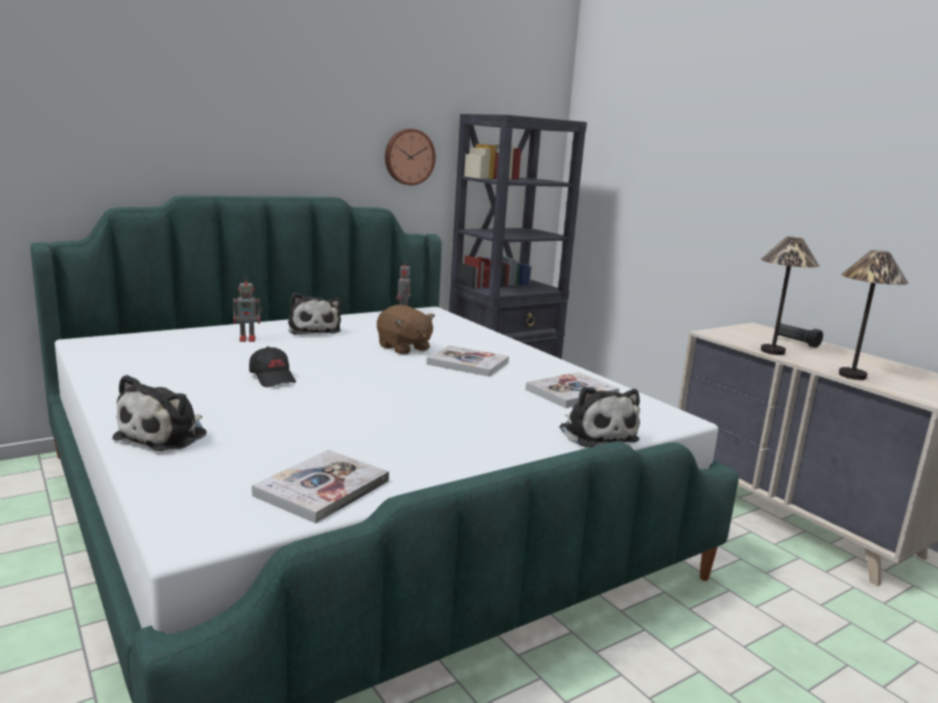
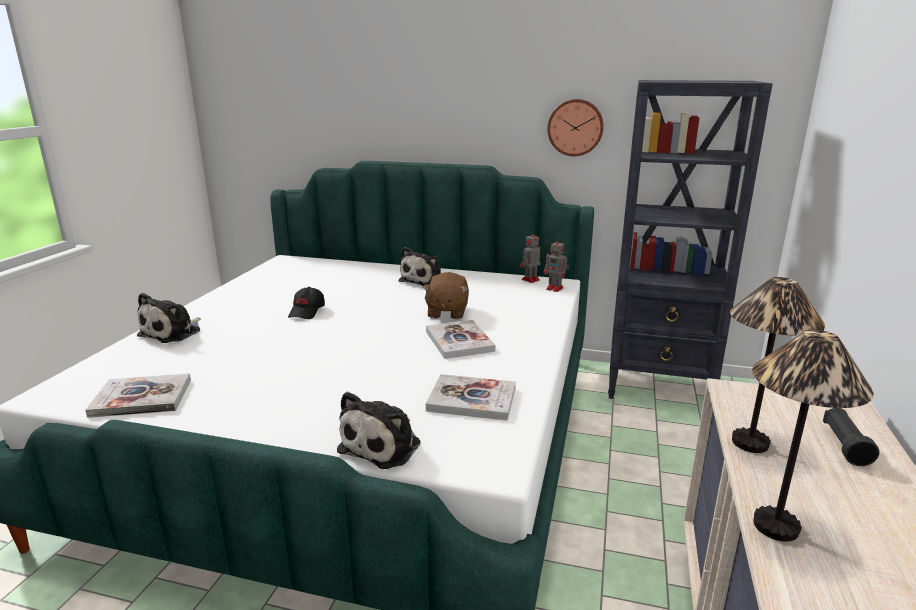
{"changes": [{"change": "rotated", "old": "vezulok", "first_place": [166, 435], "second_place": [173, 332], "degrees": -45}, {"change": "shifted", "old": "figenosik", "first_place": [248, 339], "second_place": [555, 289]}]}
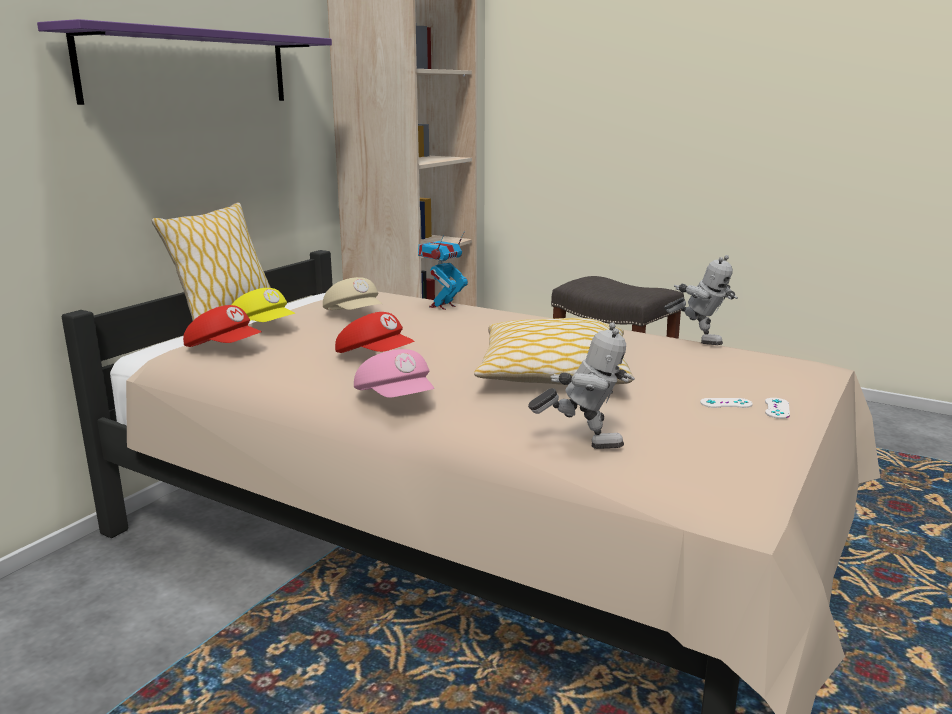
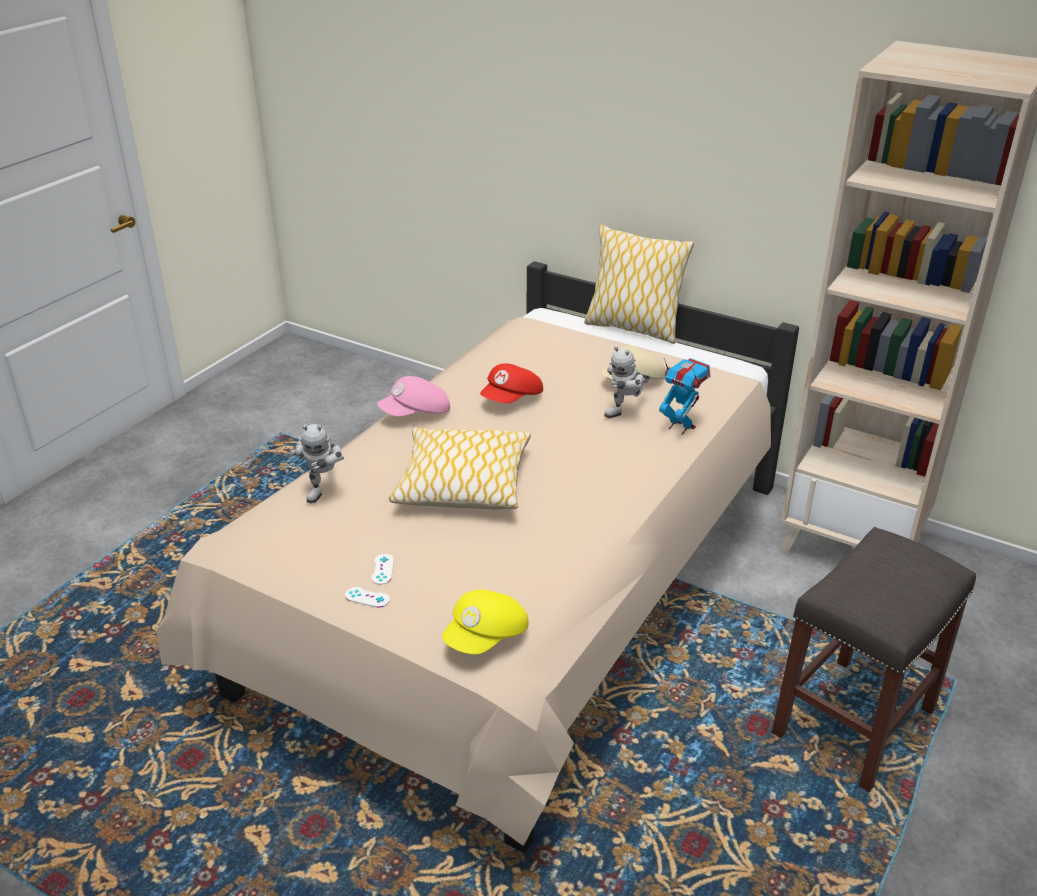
{"changes": [{"change": "shifted", "old": "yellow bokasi", "first_place": [263, 328], "second_place": [487, 637]}, {"change": "shifted", "old": "figenosik", "first_place": [698, 340], "second_place": [626, 412]}, {"change": "gone", "old": "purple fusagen", "first_place": [189, 67]}, {"change": "gone", "old": "red bokasi", "first_place": [224, 348]}]}
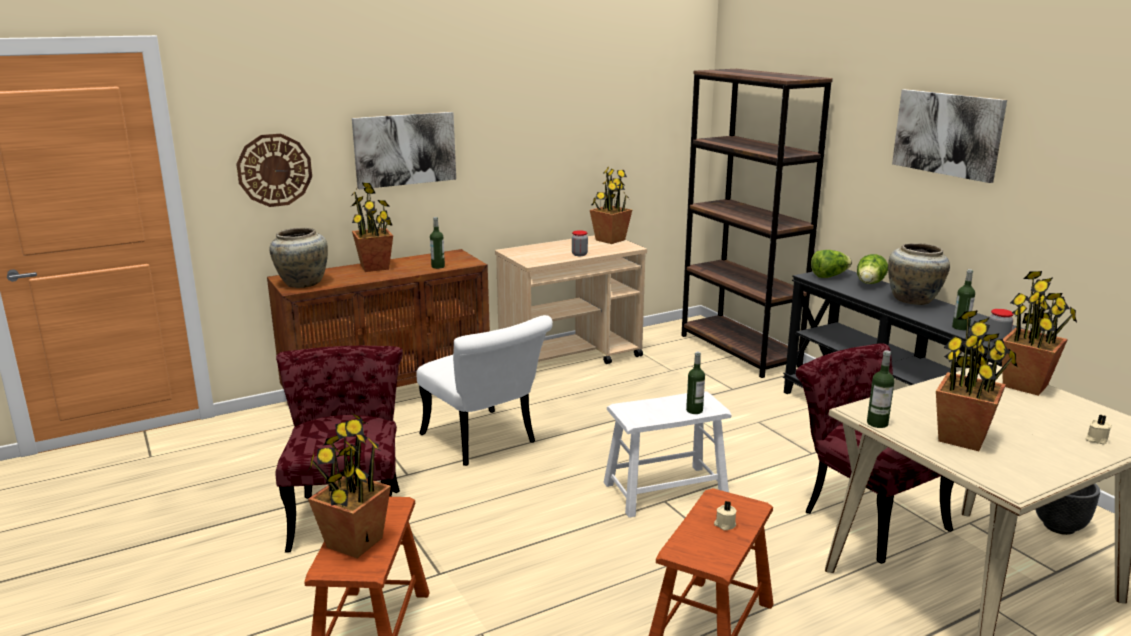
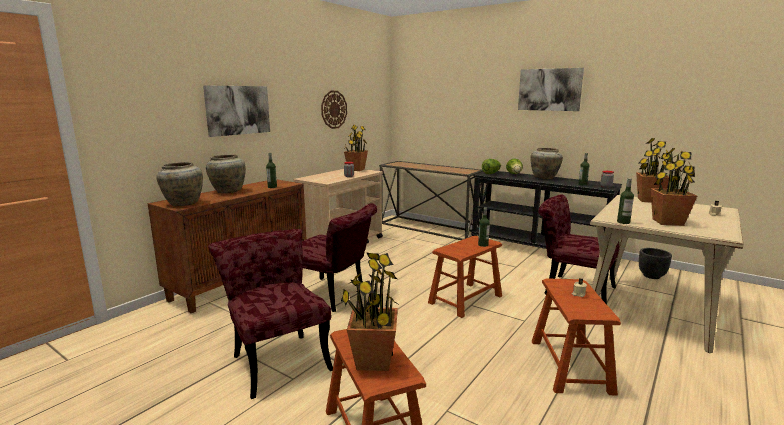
{"changes": [{"change": "swapped", "old": "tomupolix", "new": "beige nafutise", "first_place": [375, 267], "second_place": [228, 191]}, {"change": "repainted", "old": "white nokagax", "new": "red nokagax", "first_place": [485, 442], "second_place": [334, 296]}, {"change": "shifted", "old": "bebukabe", "first_place": [274, 170], "second_place": [333, 109]}, {"change": "swapped", "old": "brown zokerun", "new": "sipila", "first_place": [739, 351], "second_place": [429, 228]}, {"change": "repainted", "old": "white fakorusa", "new": "brown fakorusa", "first_place": [665, 490], "second_place": [465, 299]}]}
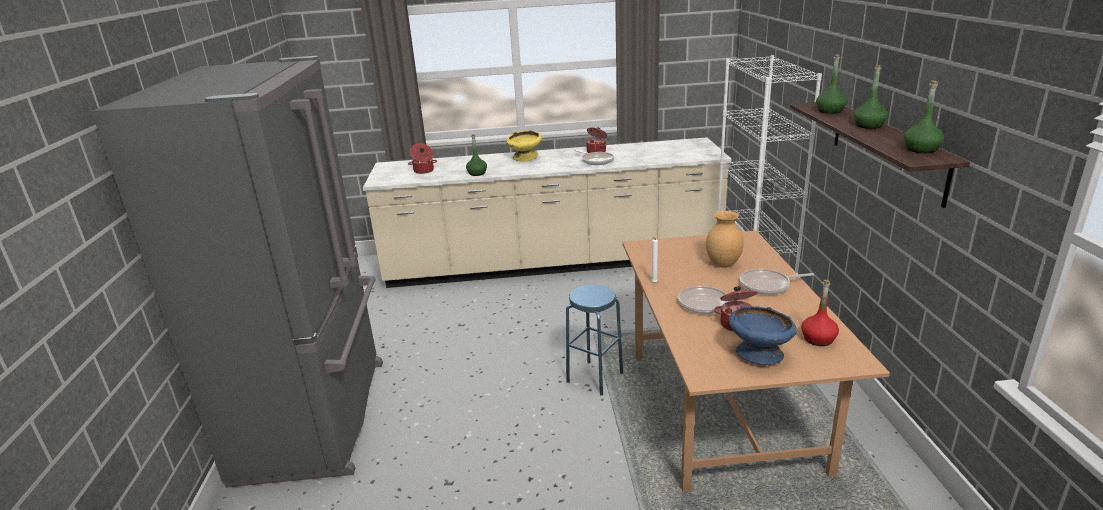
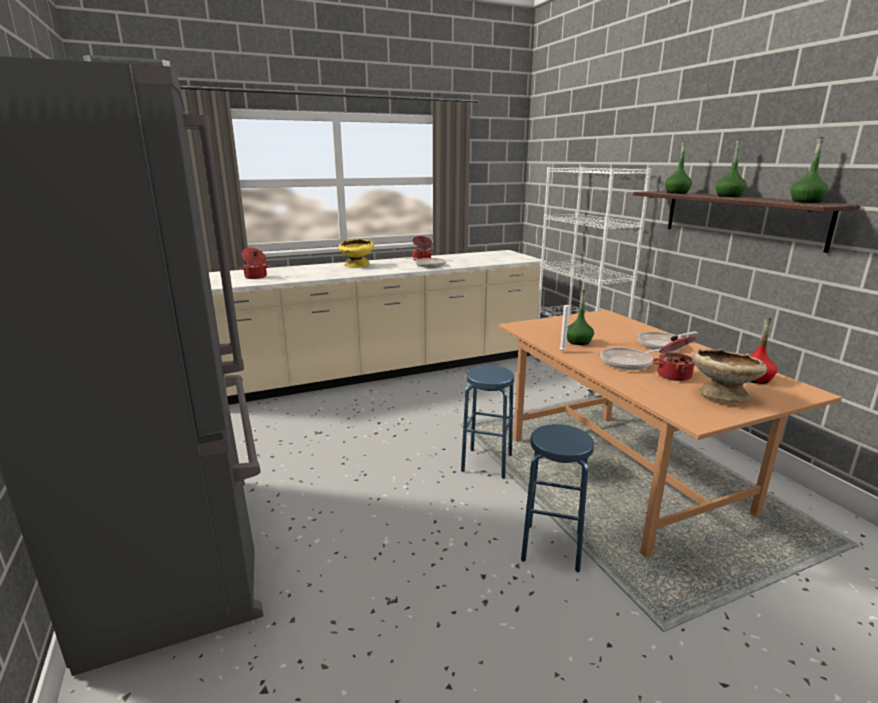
{"changes": [{"change": "new", "new": "blue fakorusa", "second_place": [551, 547]}, {"change": "shifted", "old": "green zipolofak", "first_place": [477, 173], "second_place": [578, 341]}, {"change": "repainted", "old": "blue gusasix", "new": "beige gusasix", "first_place": [758, 354], "second_place": [721, 395]}, {"change": "gone", "old": "brown nafutise", "first_place": [722, 264]}]}
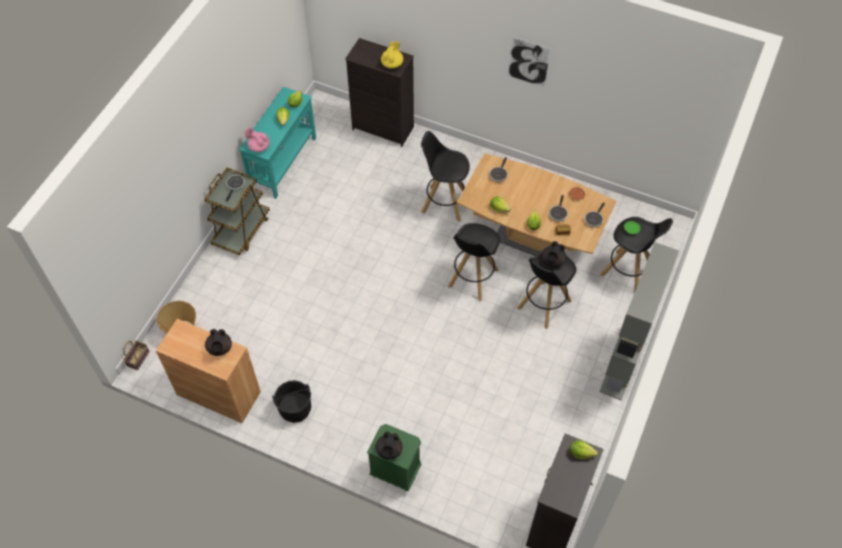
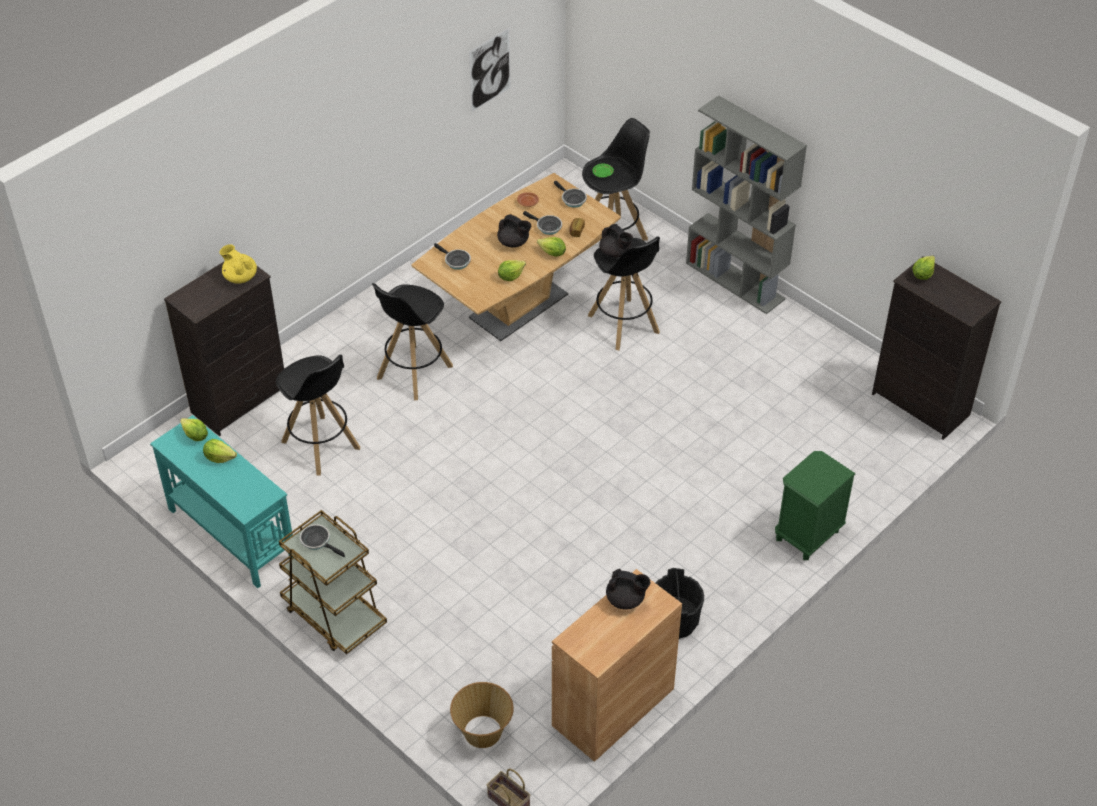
{"changes": [{"change": "shifted", "old": "black fakorusa", "first_place": [472, 278], "second_place": [321, 445]}, {"change": "shifted", "old": "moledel", "first_place": [528, 62], "second_place": [490, 70]}, {"change": "shifted", "old": "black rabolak", "first_place": [389, 450], "second_place": [514, 242]}, {"change": "gone", "old": "pink rabolak", "first_place": [258, 147]}]}
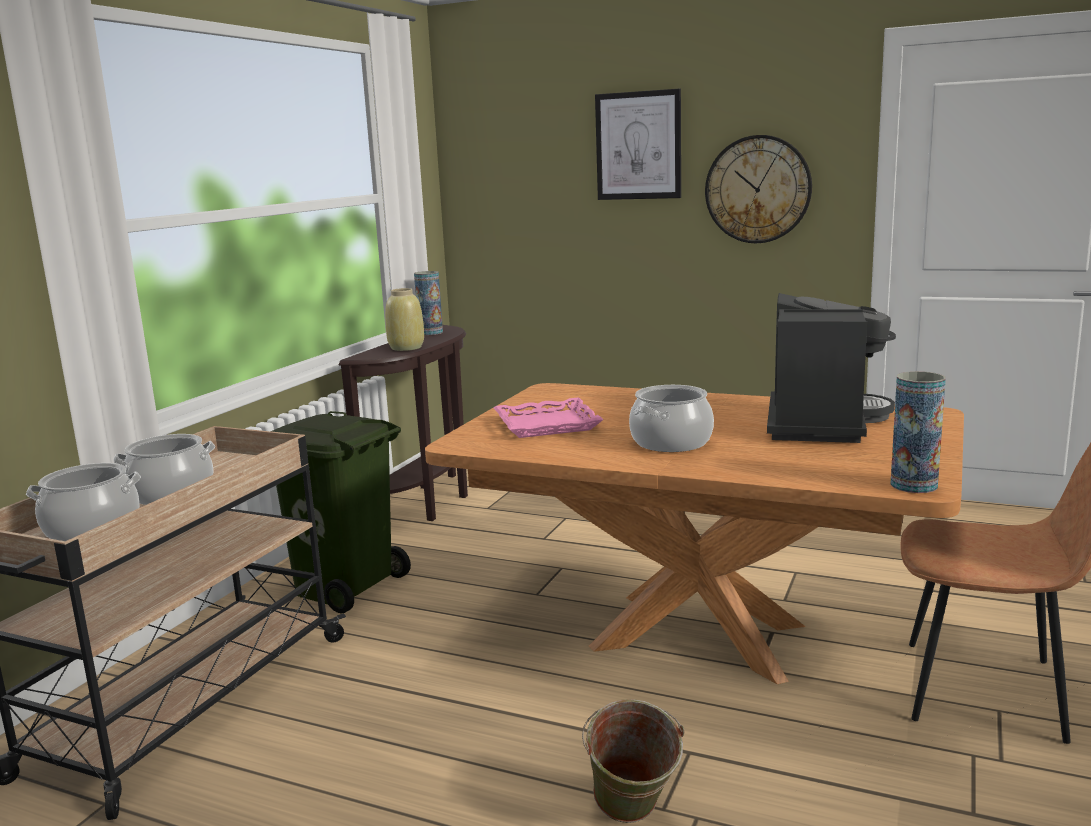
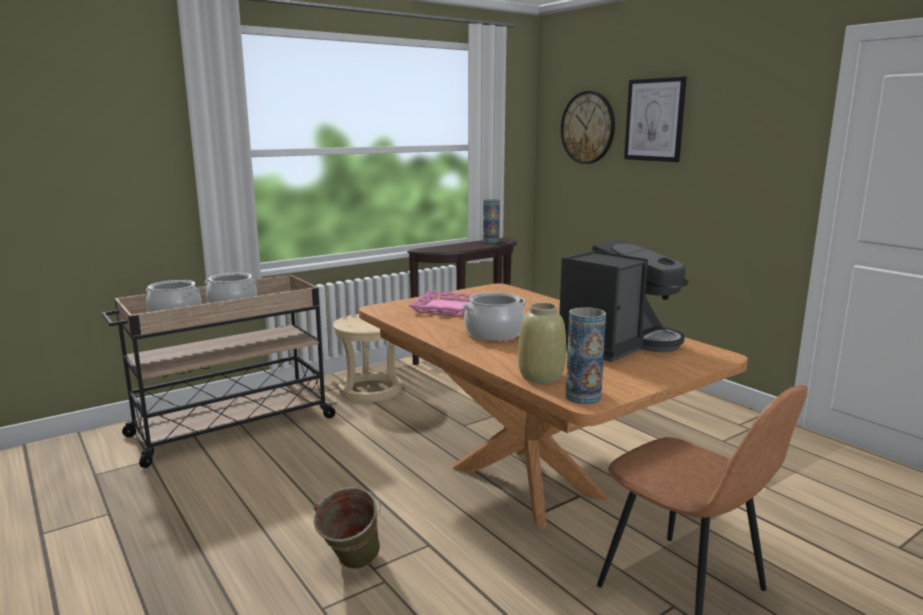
{"changes": [{"change": "swapped", "old": "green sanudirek", "new": "beige fakorusa", "first_place": [345, 586], "second_place": [370, 390]}, {"change": "shifted", "old": "beige nafutise", "first_place": [406, 348], "second_place": [540, 377]}, {"change": "shifted", "old": "bebukabe", "first_place": [758, 189], "second_place": [588, 127]}]}
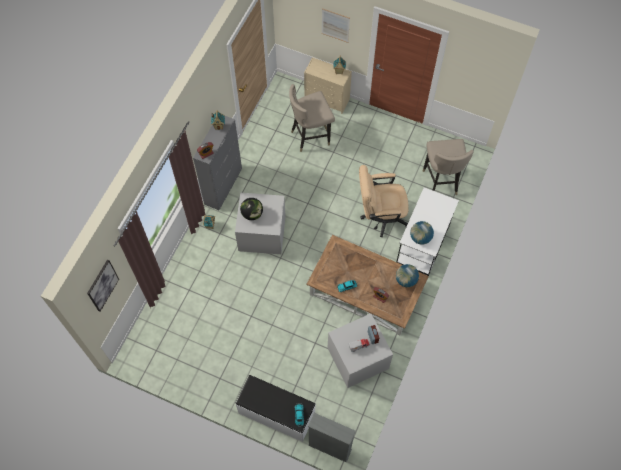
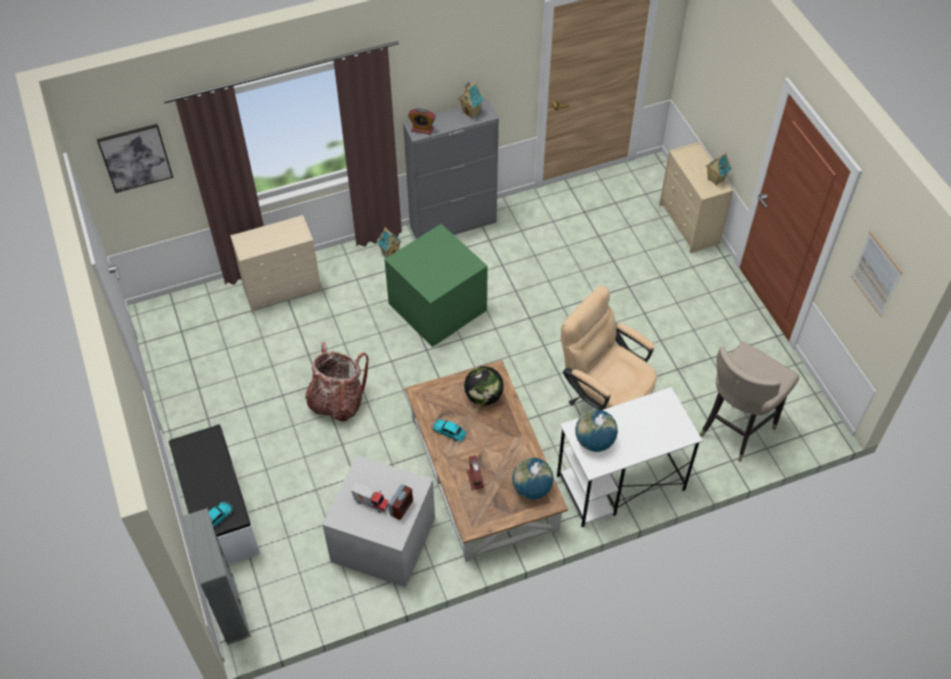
{"changes": [{"change": "new", "new": "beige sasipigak", "second_place": [283, 289]}, {"change": "new", "new": "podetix", "second_place": [337, 401]}, {"change": "repainted", "old": "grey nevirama", "new": "green nevirama", "first_place": [261, 232], "second_place": [437, 305]}, {"change": "shifted", "old": "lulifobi", "first_place": [252, 214], "second_place": [483, 396]}, {"change": "shifted", "old": "moledel", "first_place": [335, 25], "second_place": [876, 274]}, {"change": "gone", "old": "beige fakorusa", "first_place": [310, 136]}]}
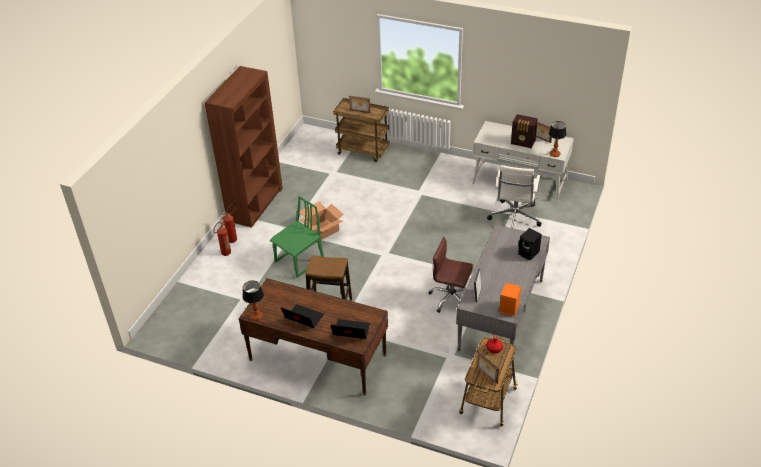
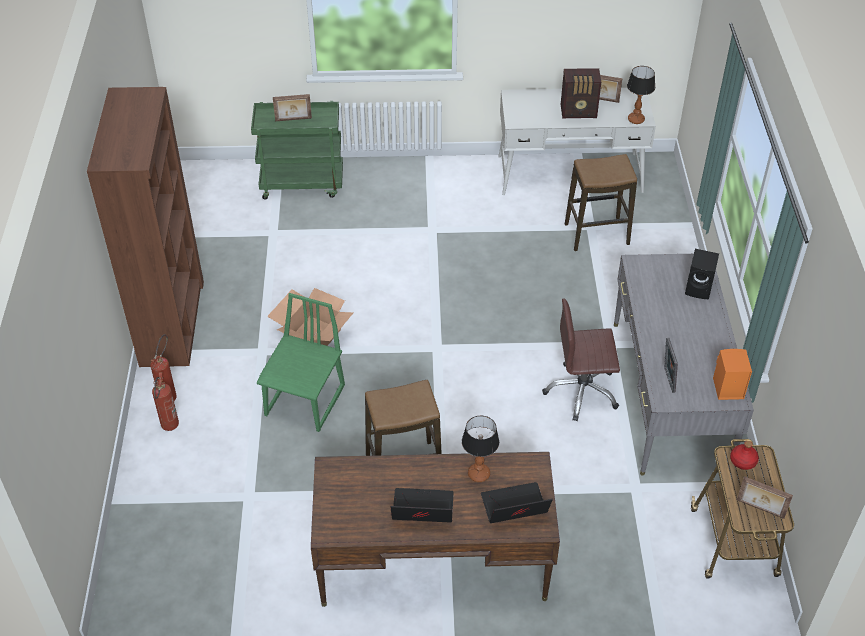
{"changes": [{"change": "repainted", "old": "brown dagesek", "new": "green dagesek", "first_place": [363, 151], "second_place": [303, 184]}, {"change": "shifted", "old": "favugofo", "first_place": [256, 317], "second_place": [478, 474]}, {"change": "swapped", "old": "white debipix", "new": "fakorusa", "first_place": [514, 218], "second_place": [596, 234]}]}
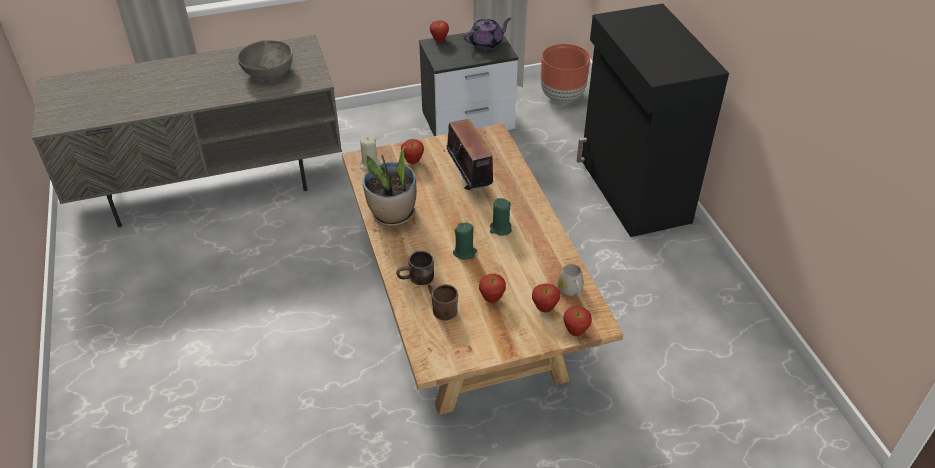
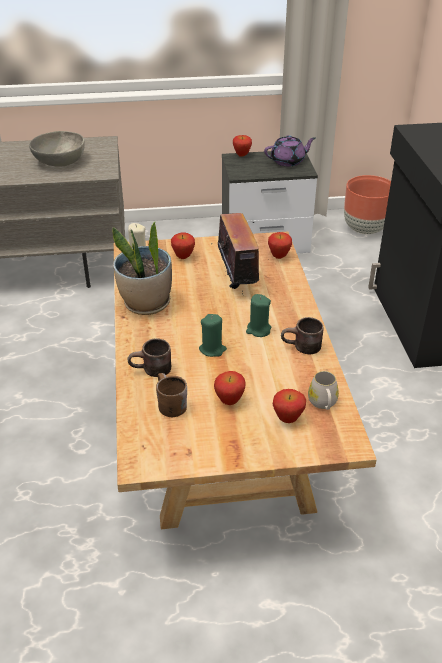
{"changes": [{"change": "shifted", "old": "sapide", "first_place": [575, 332], "second_place": [279, 257]}, {"change": "new", "new": "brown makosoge", "second_place": [302, 349]}]}
